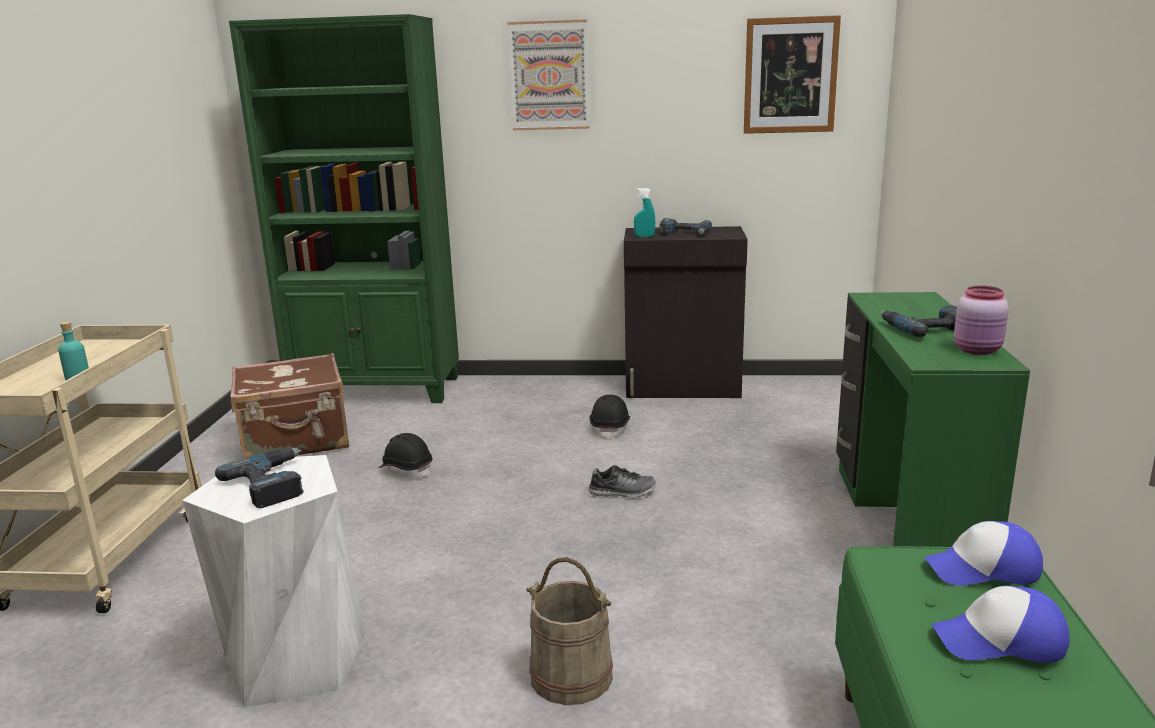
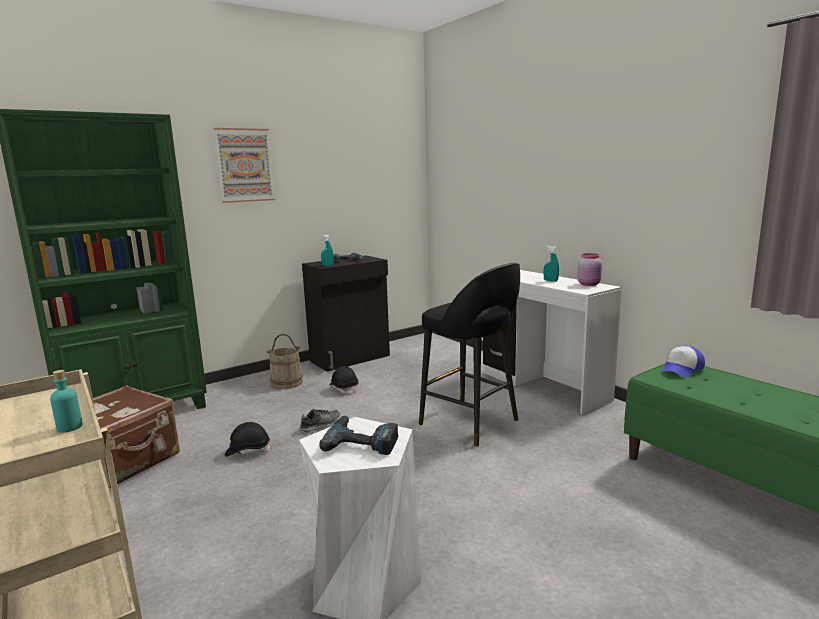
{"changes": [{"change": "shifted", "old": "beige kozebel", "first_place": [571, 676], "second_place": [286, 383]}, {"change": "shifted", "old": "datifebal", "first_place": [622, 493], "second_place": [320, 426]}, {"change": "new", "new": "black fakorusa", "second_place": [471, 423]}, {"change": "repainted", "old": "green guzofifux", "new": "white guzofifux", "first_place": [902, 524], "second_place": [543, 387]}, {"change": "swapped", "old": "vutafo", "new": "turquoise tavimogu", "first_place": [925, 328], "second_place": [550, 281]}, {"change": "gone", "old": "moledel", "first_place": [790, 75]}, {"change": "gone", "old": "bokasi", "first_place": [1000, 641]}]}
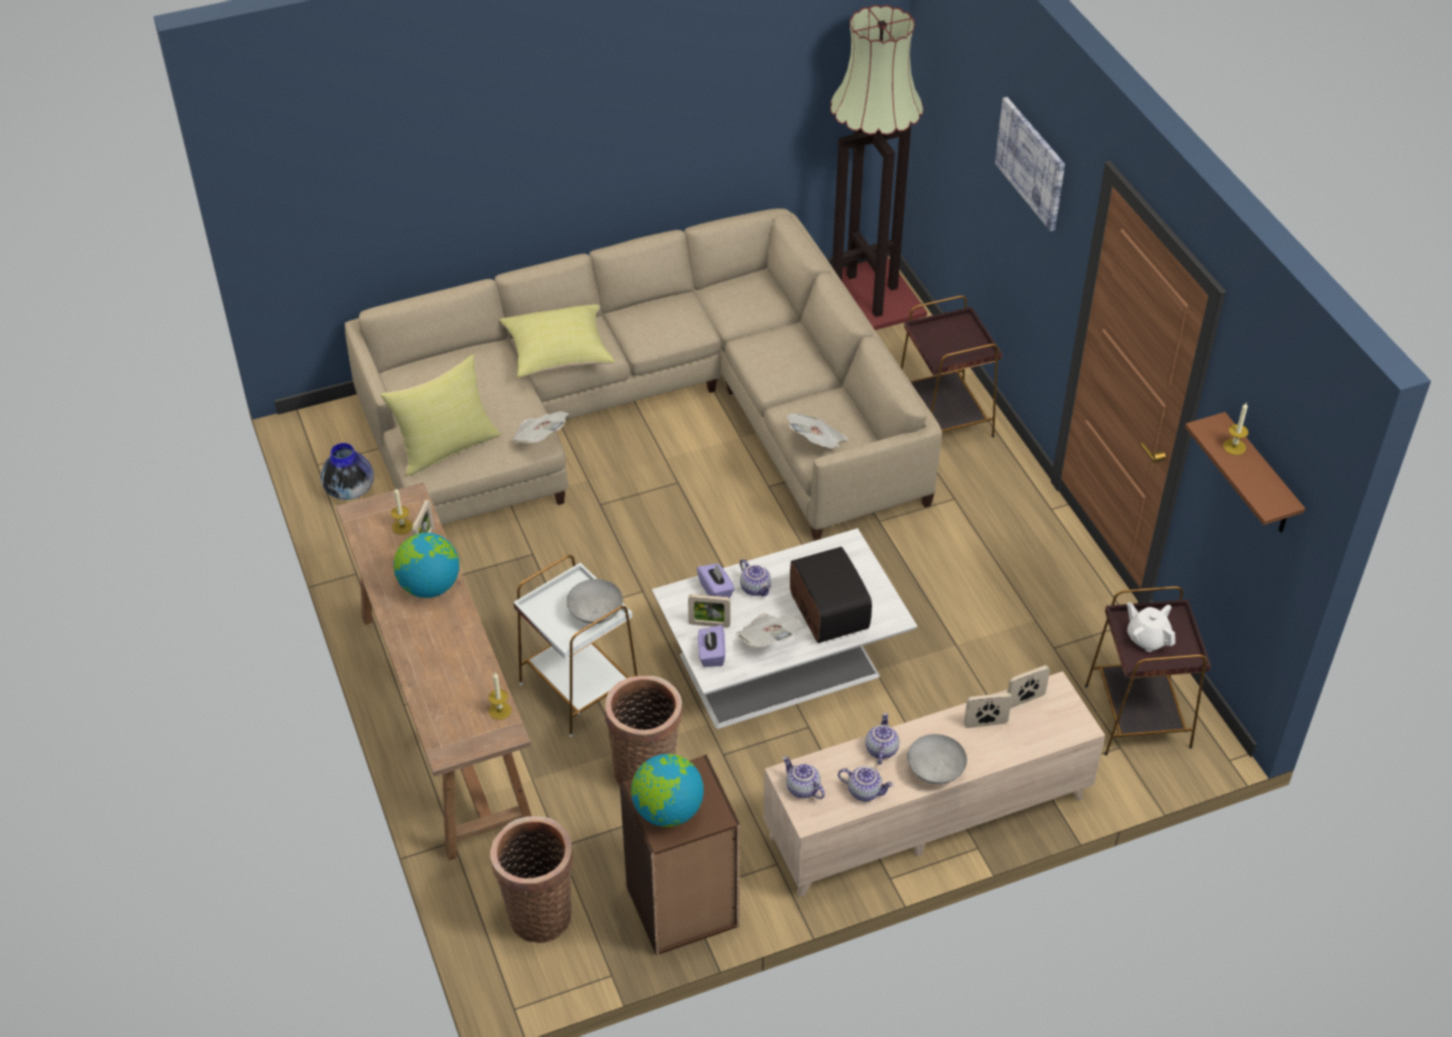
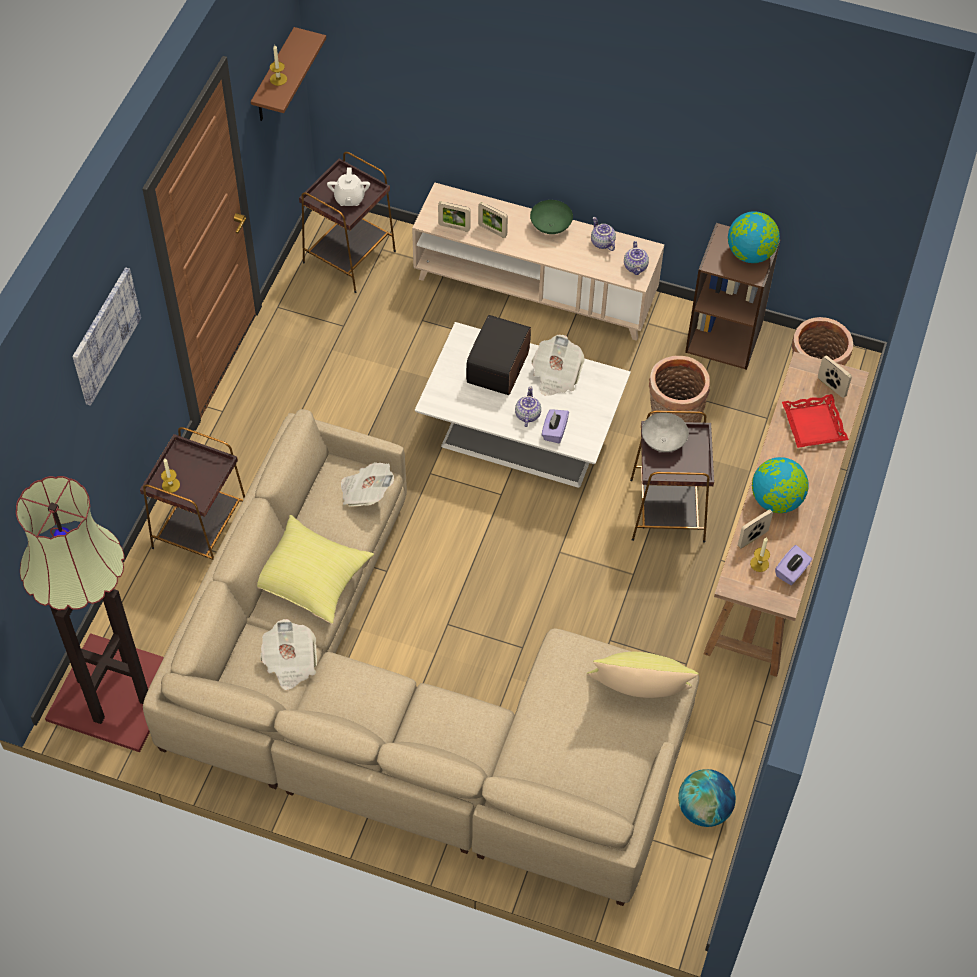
{"changes": [{"change": "shifted", "old": "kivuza", "first_place": [500, 710], "second_place": [171, 485]}, {"change": "shifted", "old": "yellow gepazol", "first_place": [558, 356], "second_place": [312, 579]}, {"change": "shifted", "old": "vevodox", "first_place": [540, 438], "second_place": [290, 662]}, {"change": "repainted", "old": "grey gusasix", "new": "green gusasix", "first_place": [934, 771], "second_place": [551, 227]}, {"change": "repainted", "old": "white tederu", "new": "brown tederu", "first_place": [579, 687], "second_place": [666, 511]}, {"change": "swapped", "old": "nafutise", "new": "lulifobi", "first_place": [349, 490], "second_place": [704, 809]}, {"change": "shifted", "old": "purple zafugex", "first_place": [711, 654], "second_place": [791, 572]}, {"change": "new", "new": "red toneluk", "second_place": [813, 425]}, {"change": "shifted", "old": "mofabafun", "first_place": [709, 624], "second_place": [831, 387]}, {"change": "gone", "old": "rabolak", "first_place": [880, 749]}]}
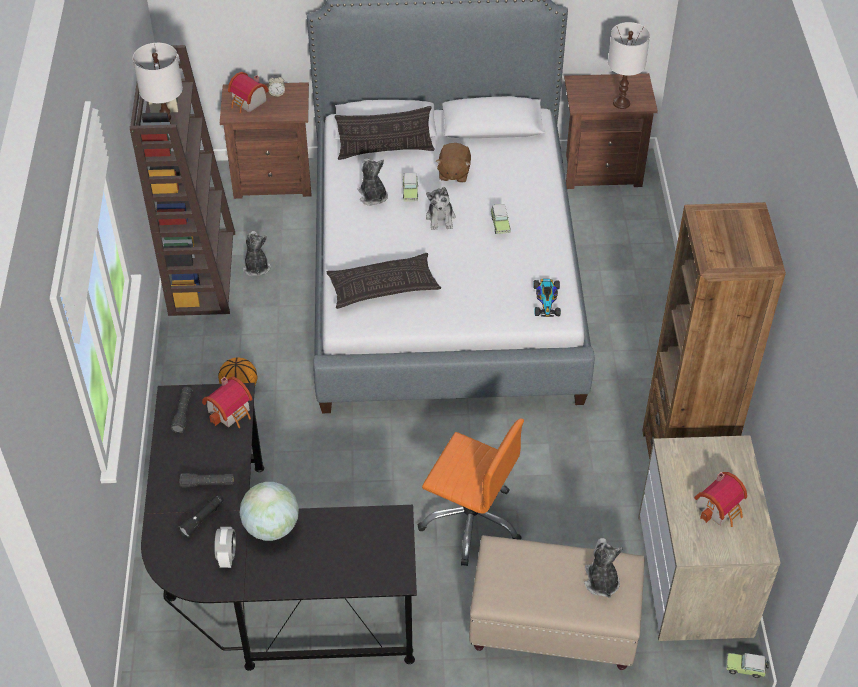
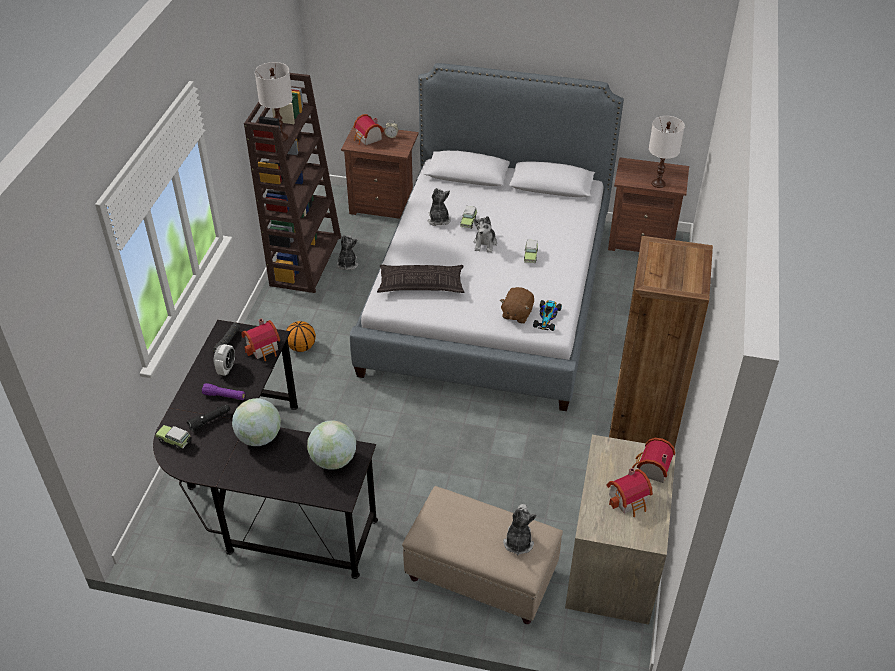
{"changes": [{"change": "shifted", "old": "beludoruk", "first_place": [746, 669], "second_place": [175, 441]}, {"change": "repainted", "old": "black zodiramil", "new": "purple zodiramil", "first_place": [207, 484], "second_place": [224, 396]}, {"change": "shifted", "old": "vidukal", "first_place": [227, 556], "second_place": [226, 369]}, {"change": "new", "new": "lulifobi", "second_place": [333, 460]}, {"change": "shifted", "old": "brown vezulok", "first_place": [453, 173], "second_place": [516, 314]}, {"change": "new", "new": "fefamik", "second_place": [651, 469]}, {"change": "gone", "old": "gepazol", "first_place": [385, 150]}, {"change": "gone", "old": "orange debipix", "first_place": [471, 521]}]}
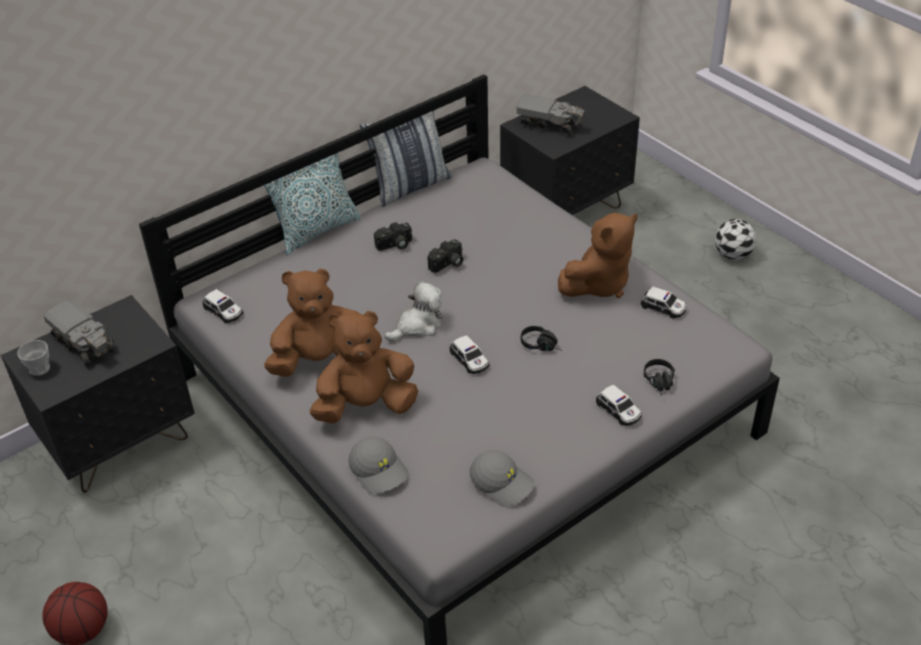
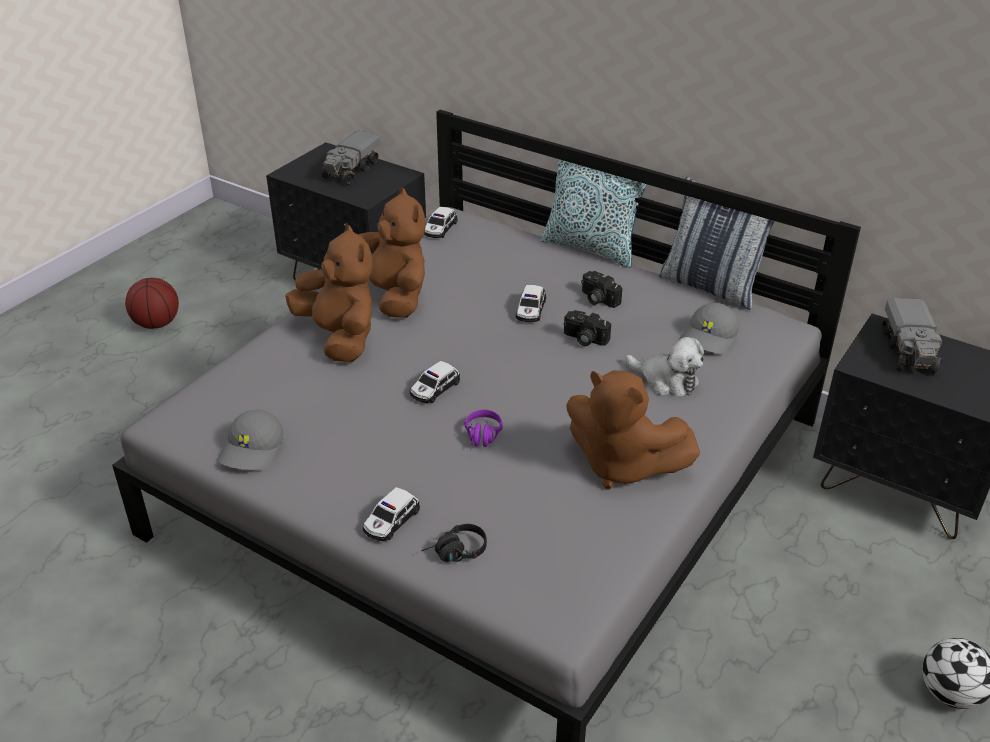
{"changes": [{"change": "repainted", "old": "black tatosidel", "new": "purple tatosidel", "first_place": [542, 345], "second_place": [482, 439]}, {"change": "shifted", "old": "beludoruk", "first_place": [663, 307], "second_place": [530, 310]}, {"change": "shifted", "old": "vezulok", "first_place": [417, 325], "second_place": [666, 380]}, {"change": "shifted", "old": "grey bokasi", "first_place": [379, 470], "second_place": [709, 337]}, {"change": "gone", "old": "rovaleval", "first_place": [39, 368]}]}
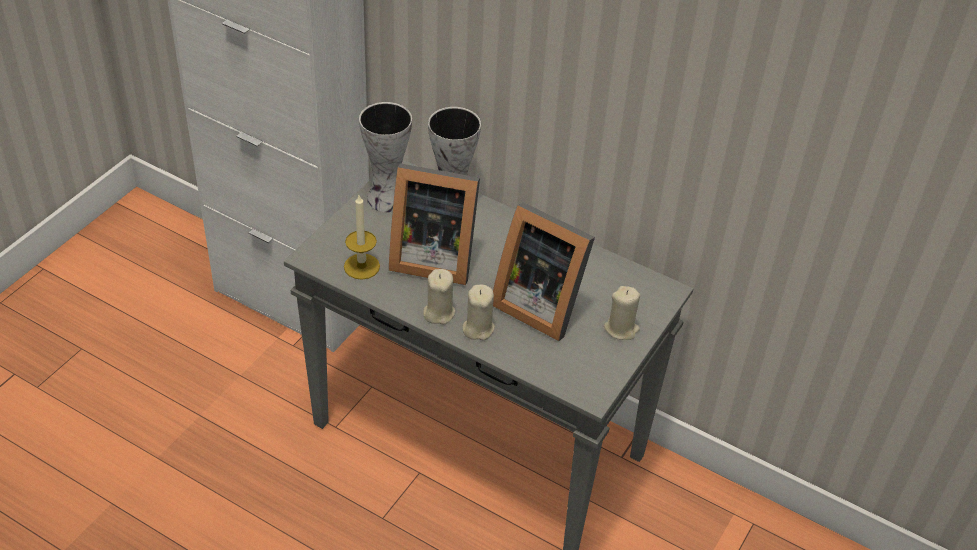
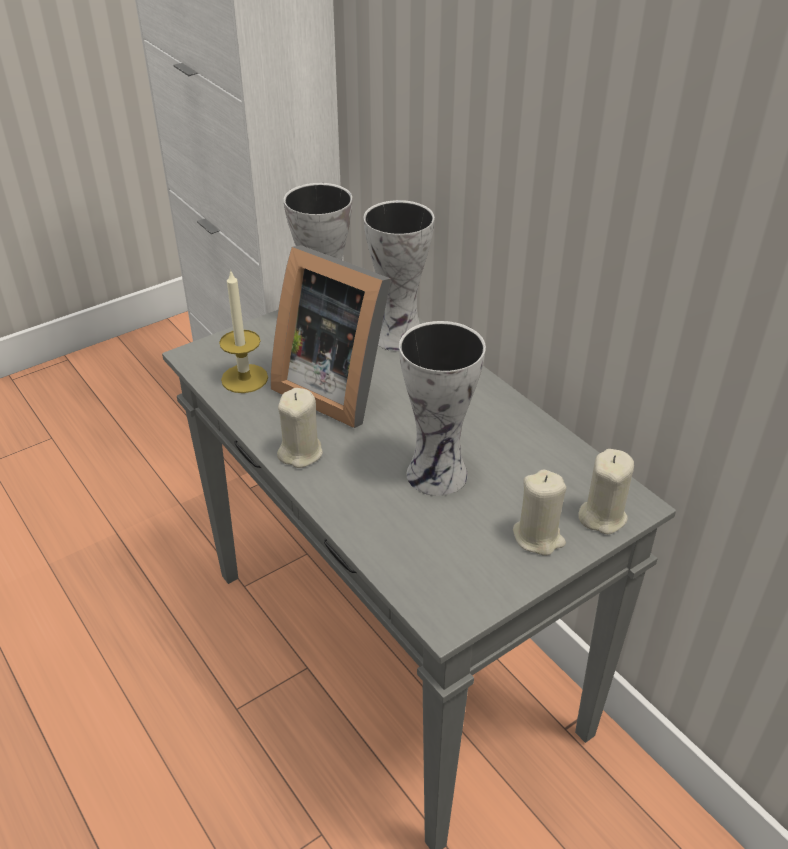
{"changes": [{"change": "swapped", "old": "mofabafun", "new": "nafutise", "first_place": [539, 303], "second_place": [440, 474]}, {"change": "shifted", "old": "beige kivuza", "first_place": [478, 328], "second_place": [602, 516]}]}
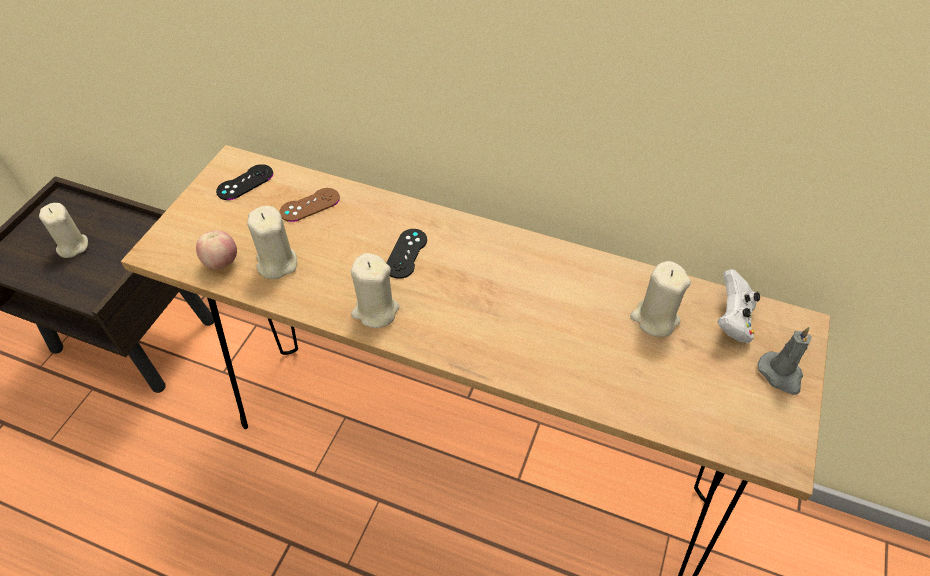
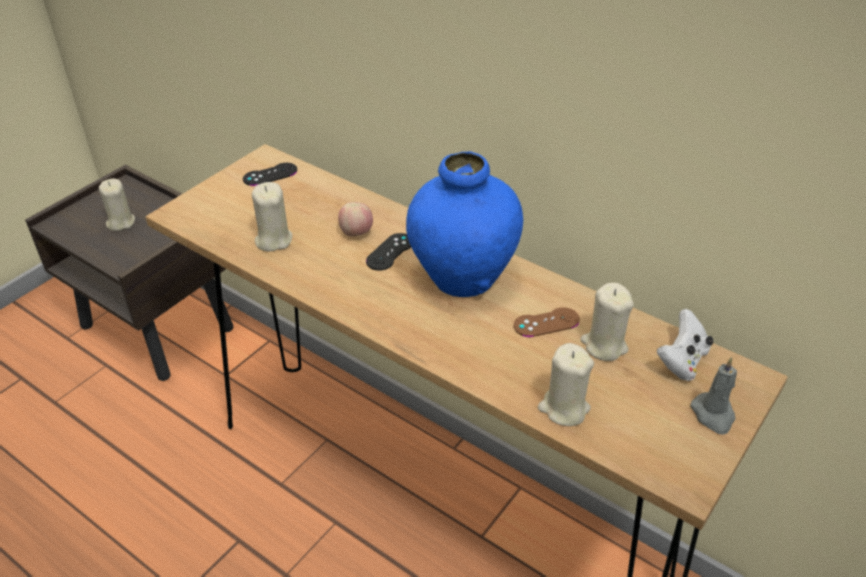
{"changes": [{"change": "shifted", "old": "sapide", "first_place": [221, 262], "second_place": [356, 233]}, {"change": "new", "new": "blue nafutise", "second_place": [462, 279]}, {"change": "shifted", "old": "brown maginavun", "first_place": [310, 205], "second_place": [546, 322]}, {"change": "shifted", "old": "beige kivuza", "first_place": [375, 311], "second_place": [563, 408]}]}
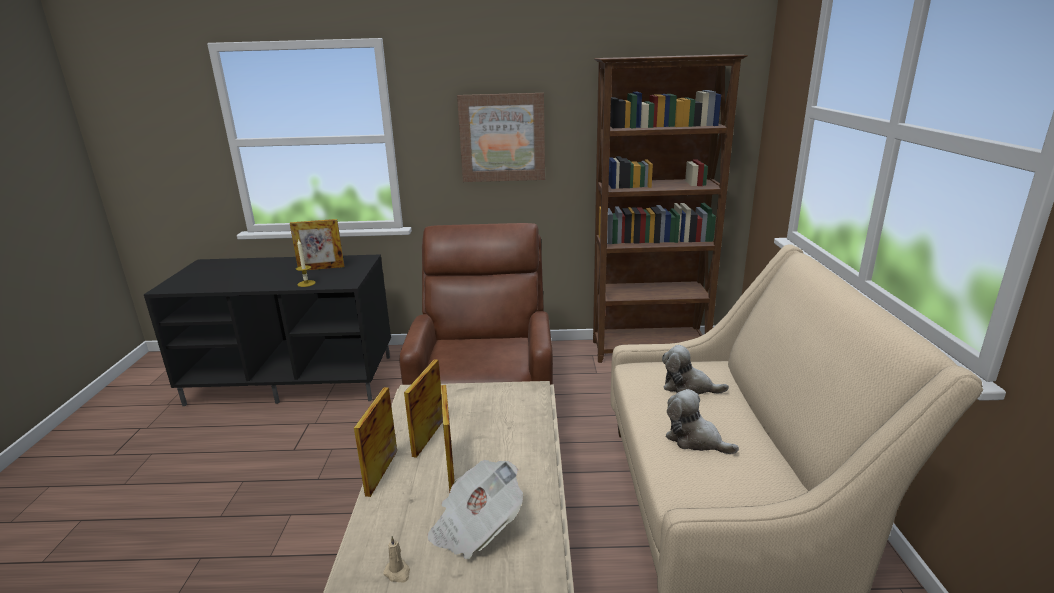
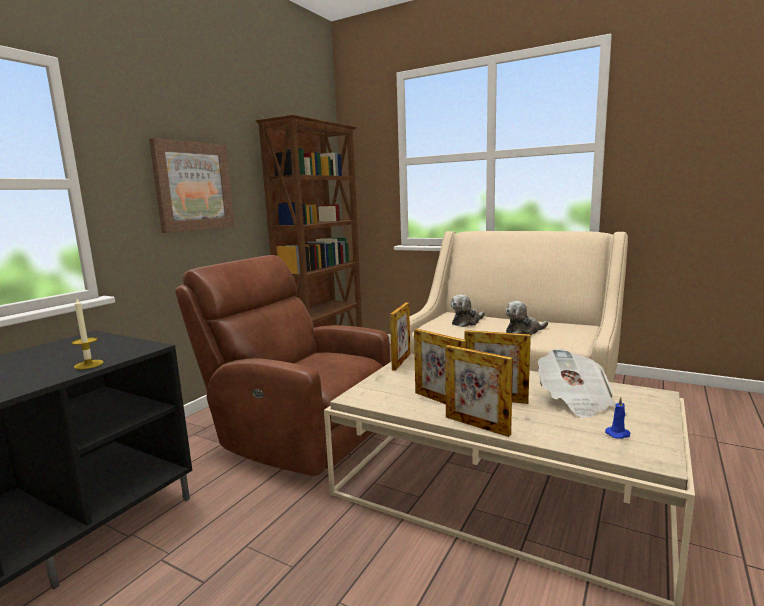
{"changes": [{"change": "shifted", "old": "mofabafun", "first_place": [321, 268], "second_place": [401, 361]}, {"change": "repainted", "old": "beige kivuza", "new": "blue kivuza", "first_place": [398, 573], "second_place": [618, 434]}]}
